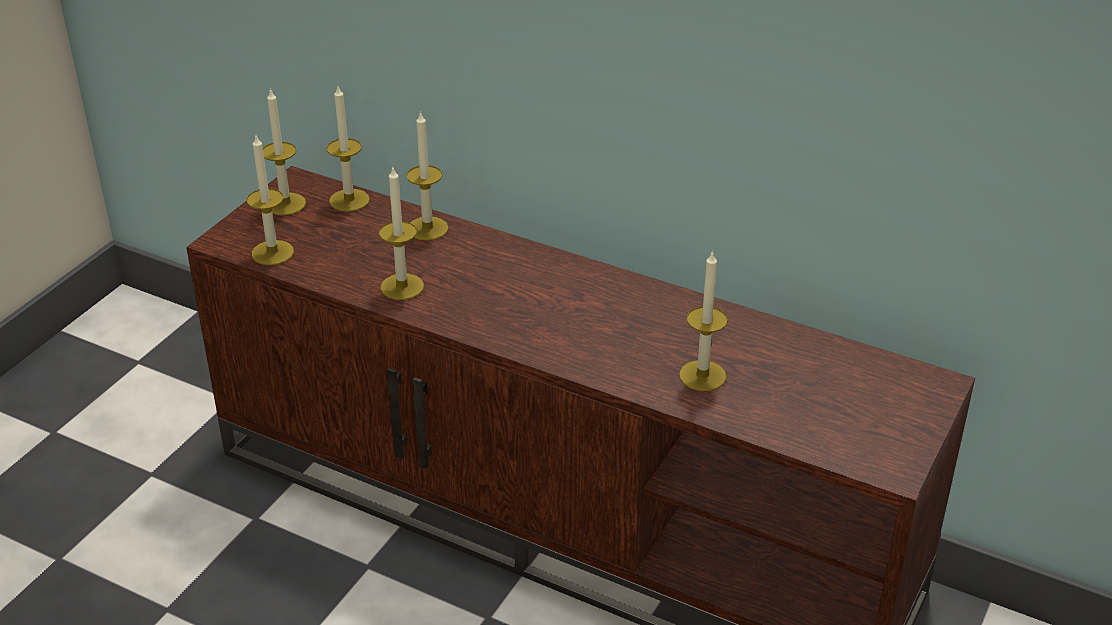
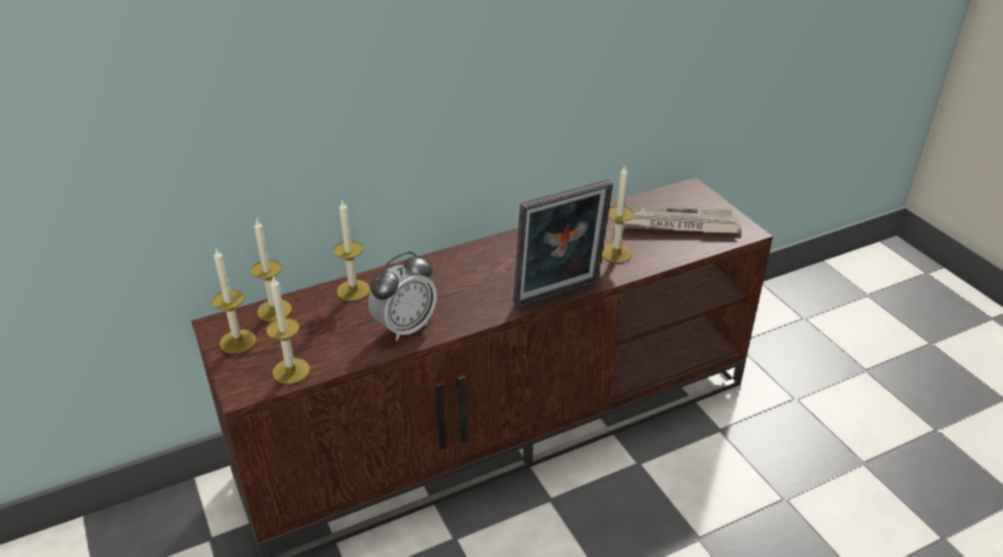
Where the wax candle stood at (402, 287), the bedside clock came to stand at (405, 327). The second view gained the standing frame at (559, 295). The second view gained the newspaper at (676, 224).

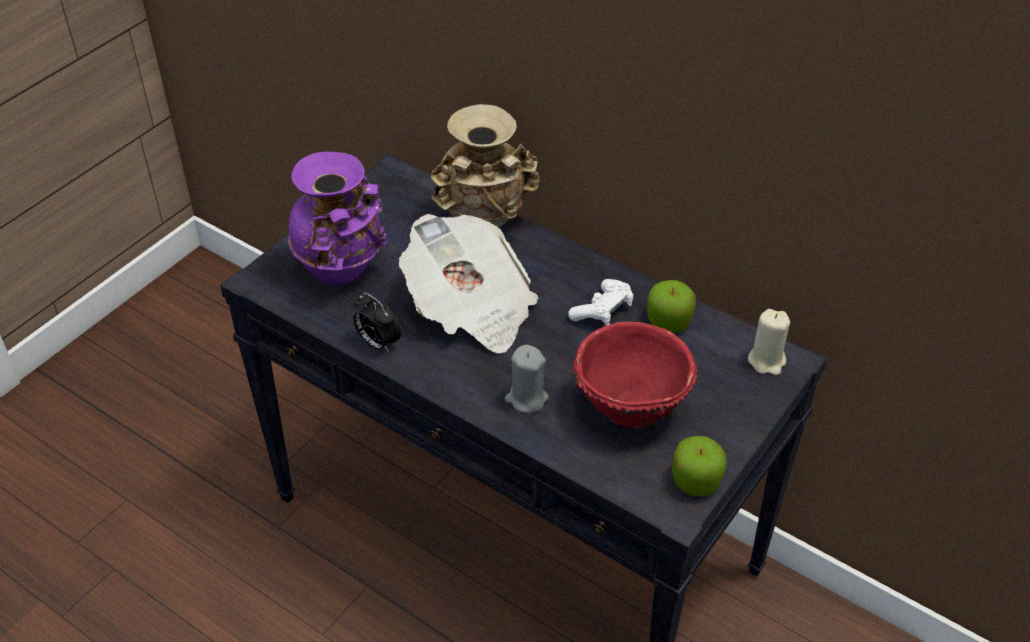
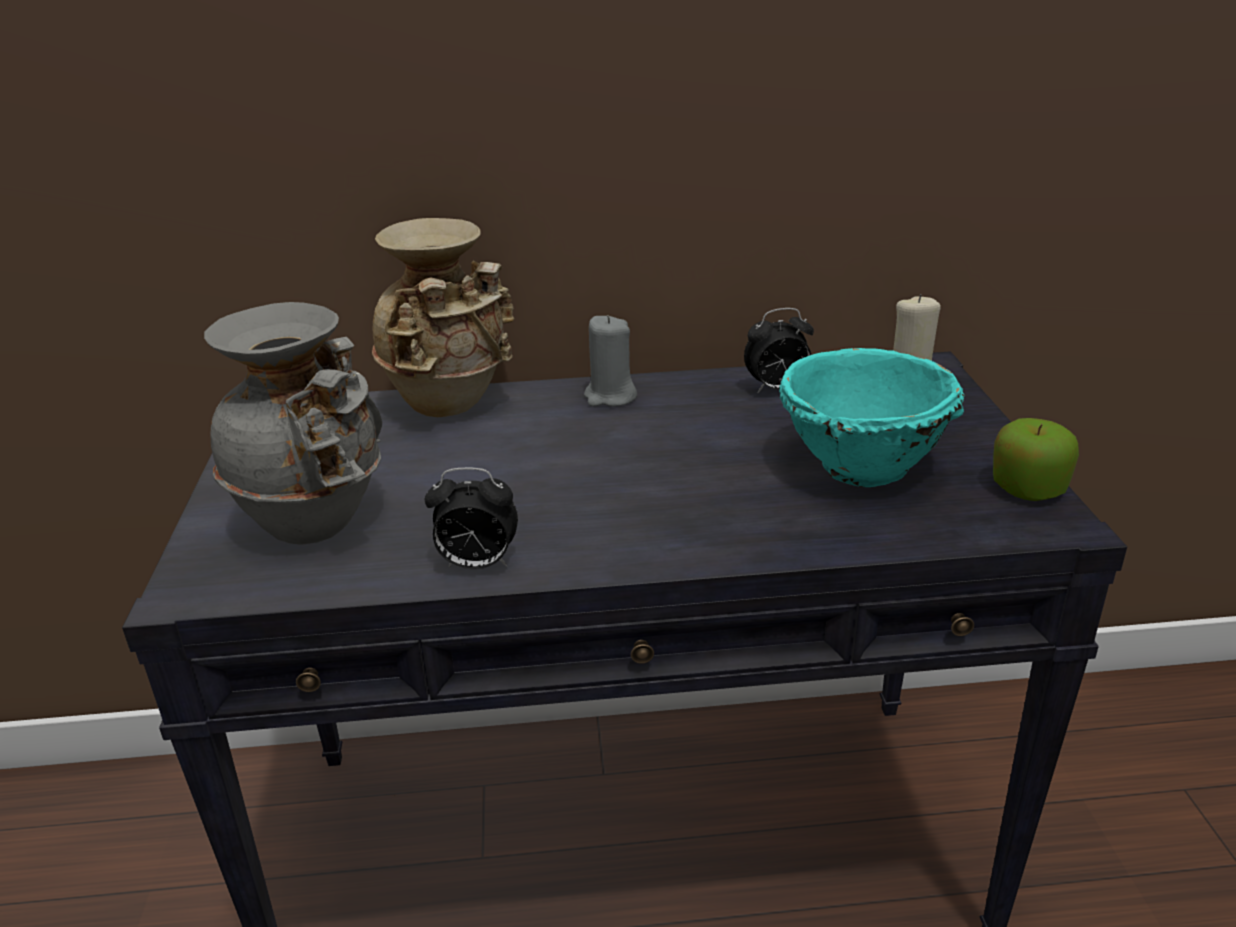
What was the decorative vase (purplish) at (343, 270) turned into the decorative vase (grey) at (319, 520). The wax candle (grey) ended up elsewhere, having gone from (526, 398) to (610, 397). Where the whole apple stood at (669, 321), the bedside clock came to stand at (777, 389). What was the bowl (red-coloured) at (630, 406) turned into the bowl (blue-green) at (860, 467). The second view lost the newspaper at (471, 308). The second view lost the gamepad (white) at (602, 311).

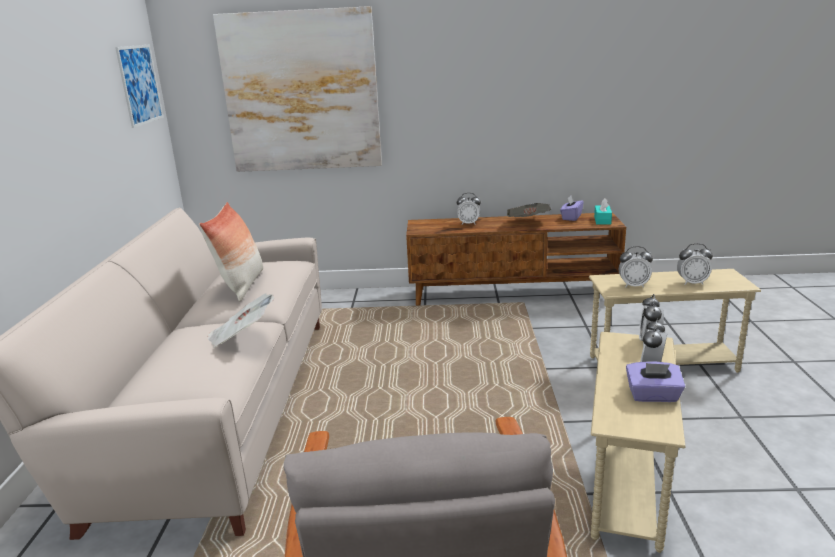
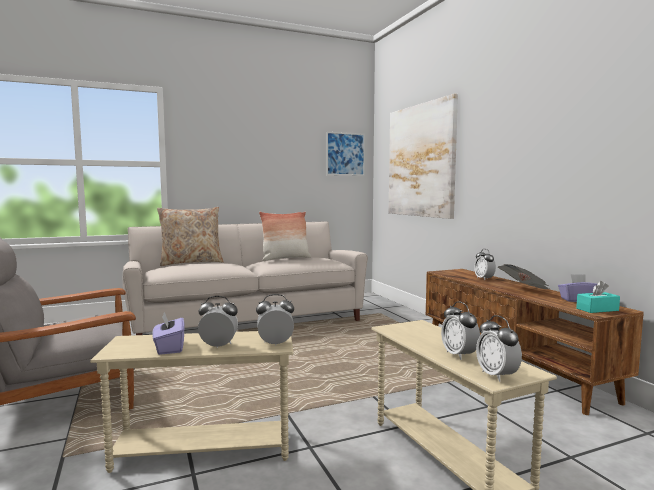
The second view gained the throw pillow (sand-coloured) at (191, 262). The bedside clock ended up elsewhere, having gone from (633, 285) to (497, 376). The second view lost the newspaper at (241, 337).

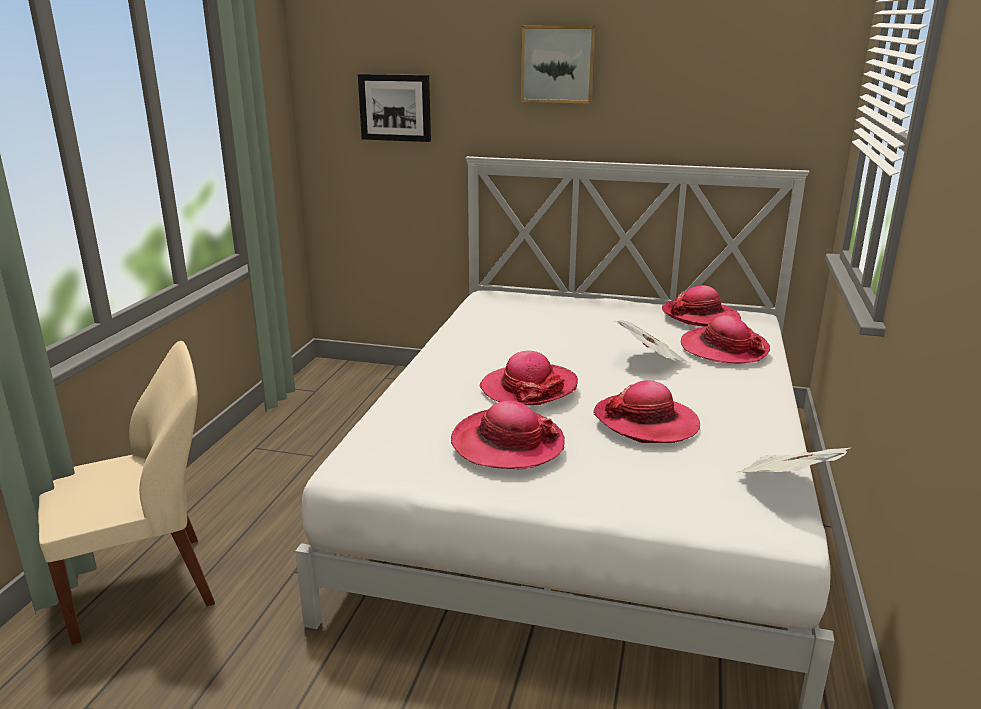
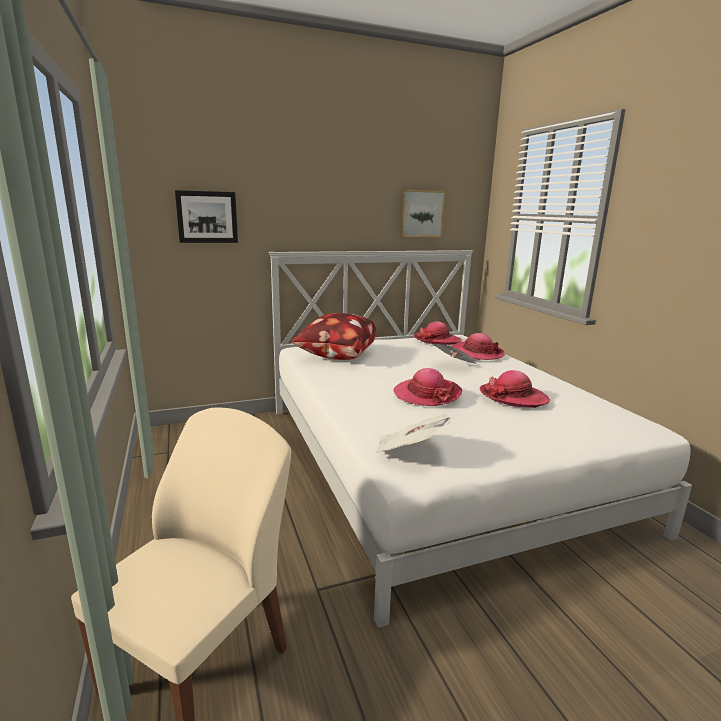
The second view gained the throw pillow at (336, 356). The newspaper ended up elsewhere, having gone from (787, 484) to (409, 451). The wall picture ended up elsewhere, having gone from (558, 64) to (421, 213). The second view lost the wearable hat at (507, 443).

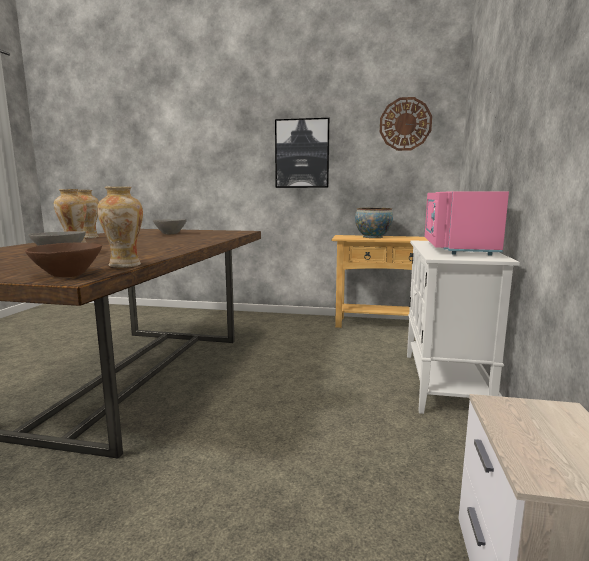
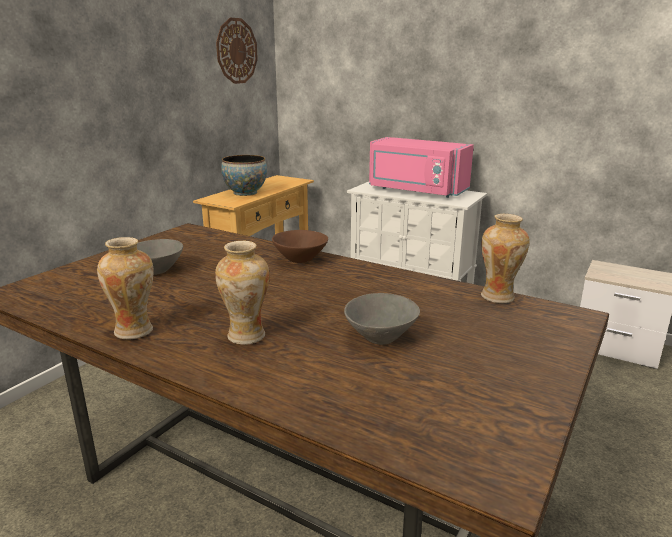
The bowl (brown) ended up elsewhere, having gone from (67, 275) to (300, 259). The second view lost the wall picture at (302, 154).

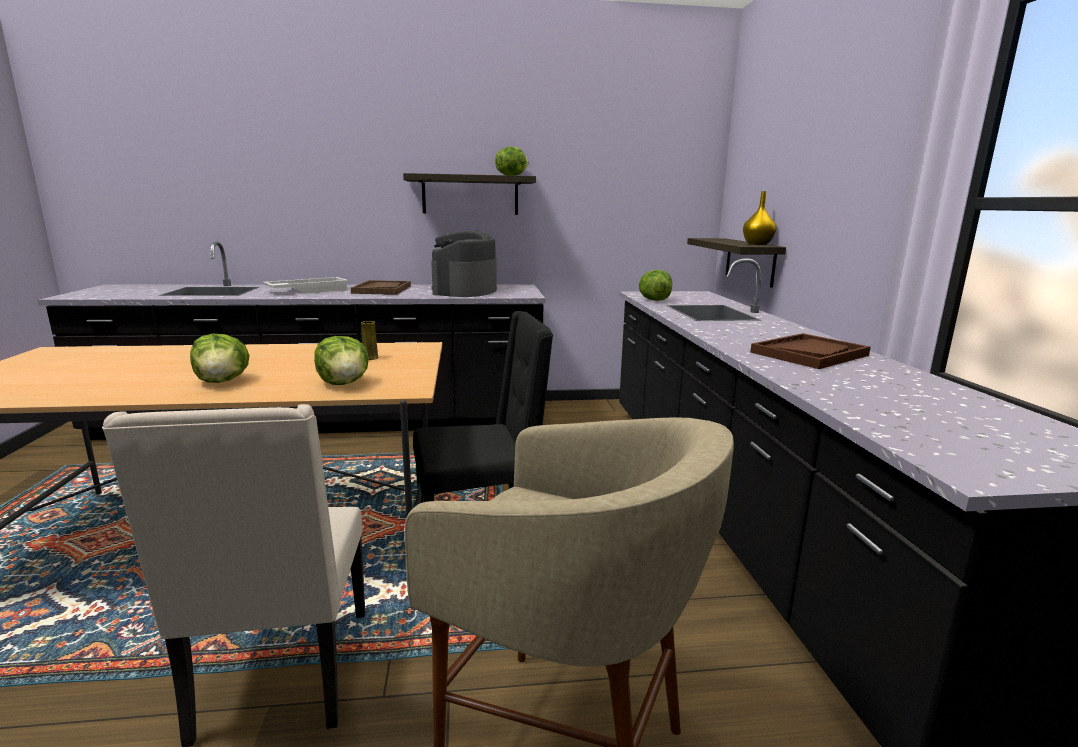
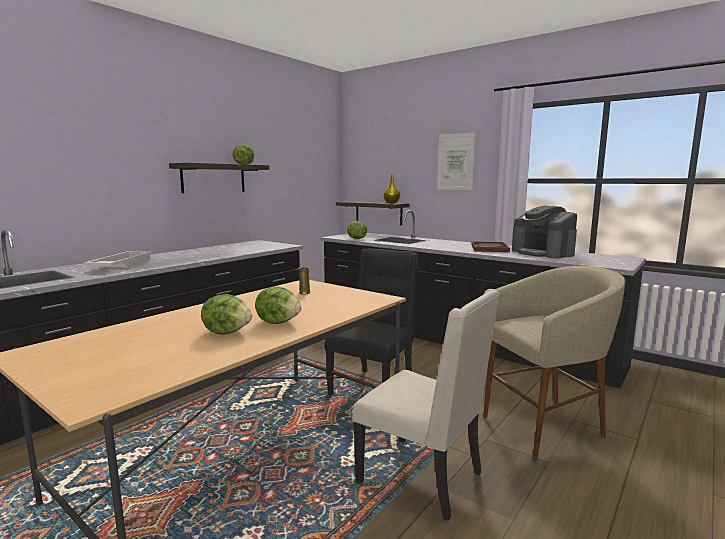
The head of lettuce ended up elsewhere, having gone from (344, 383) to (227, 332). The second view gained the wall picture at (455, 162). The coffee maker ended up elsewhere, having gone from (465, 291) to (542, 253). The second view lost the serving tray (brown) at (382, 289).

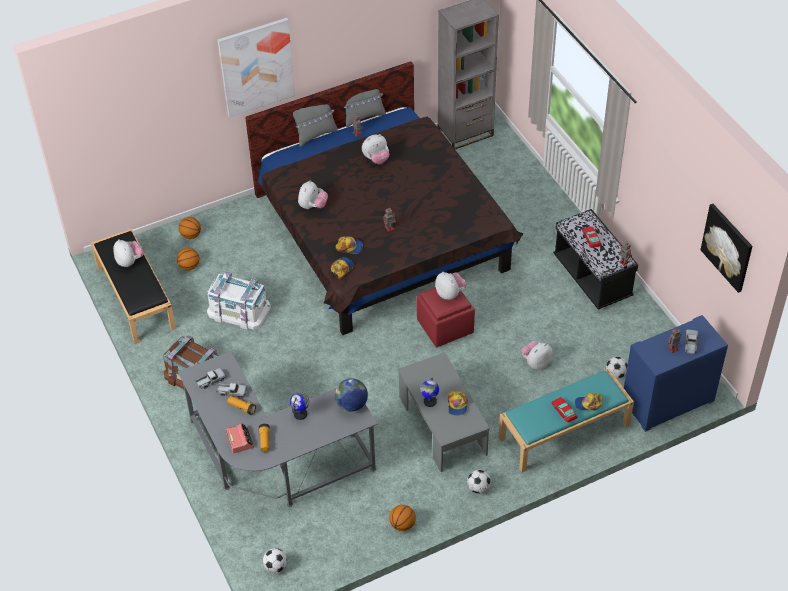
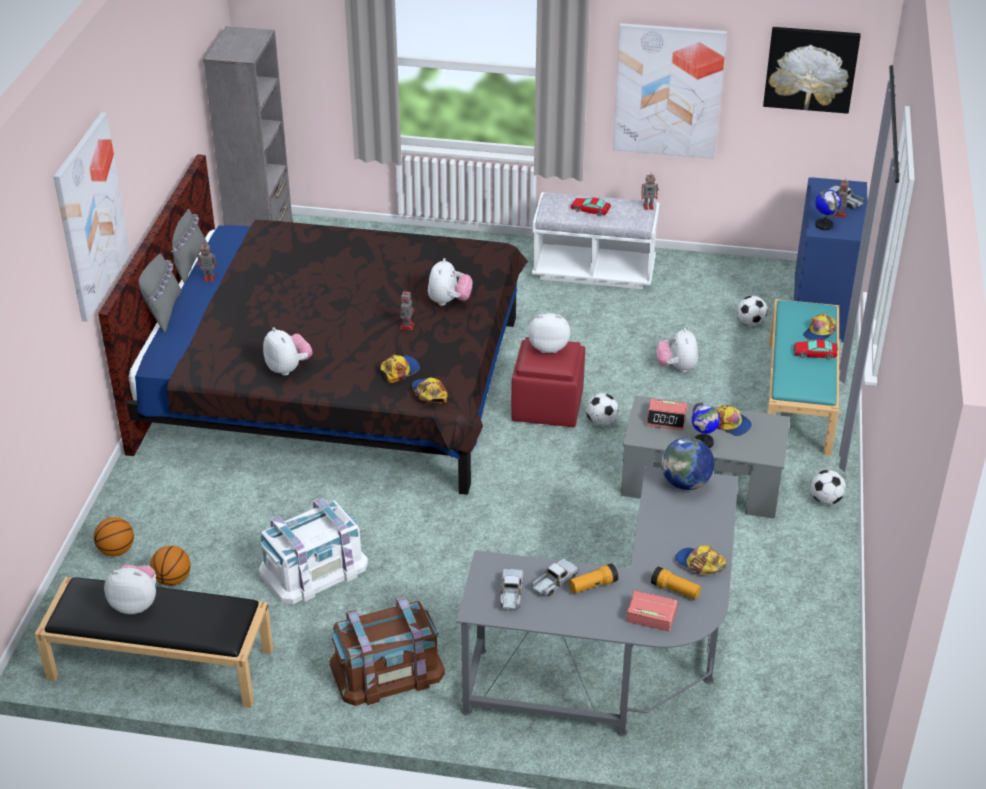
The plush toy ended up elsewhere, having gone from (376, 159) to (449, 301). What was the bench (blackish) at (592, 277) turned into the bench (white) at (594, 271). The football ended up elsewhere, having gone from (275, 566) to (601, 421). The second view gained the wall picture at (668, 90). The second view gained the bedside clock at (666, 419). The second view gained the peaked cap at (699, 564). The desk globe ended up elsewhere, having gone from (300, 414) to (824, 225). The second view lost the basketball ball at (402, 525).

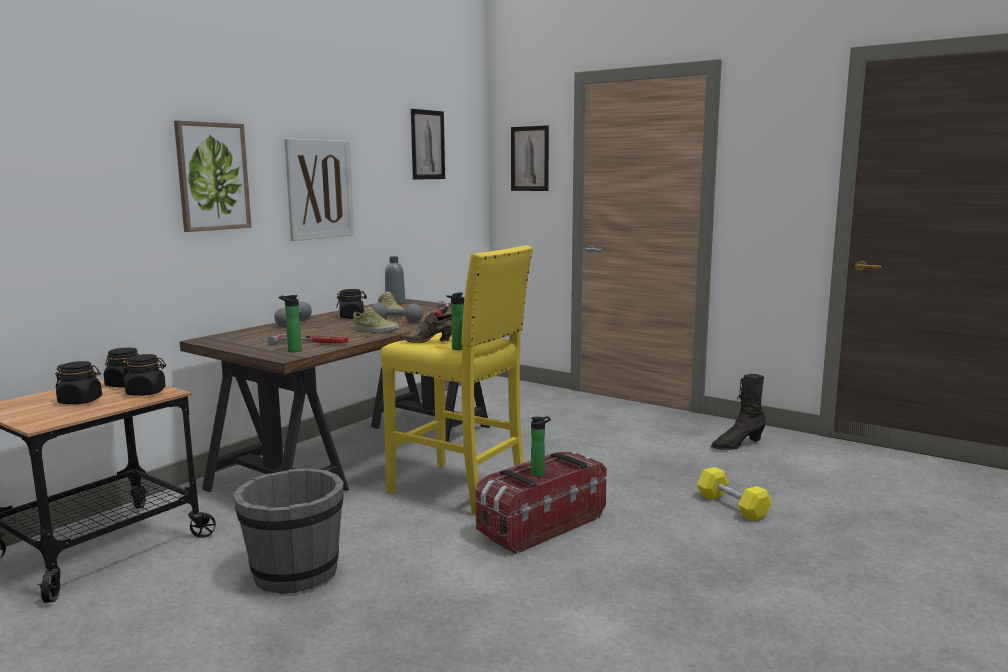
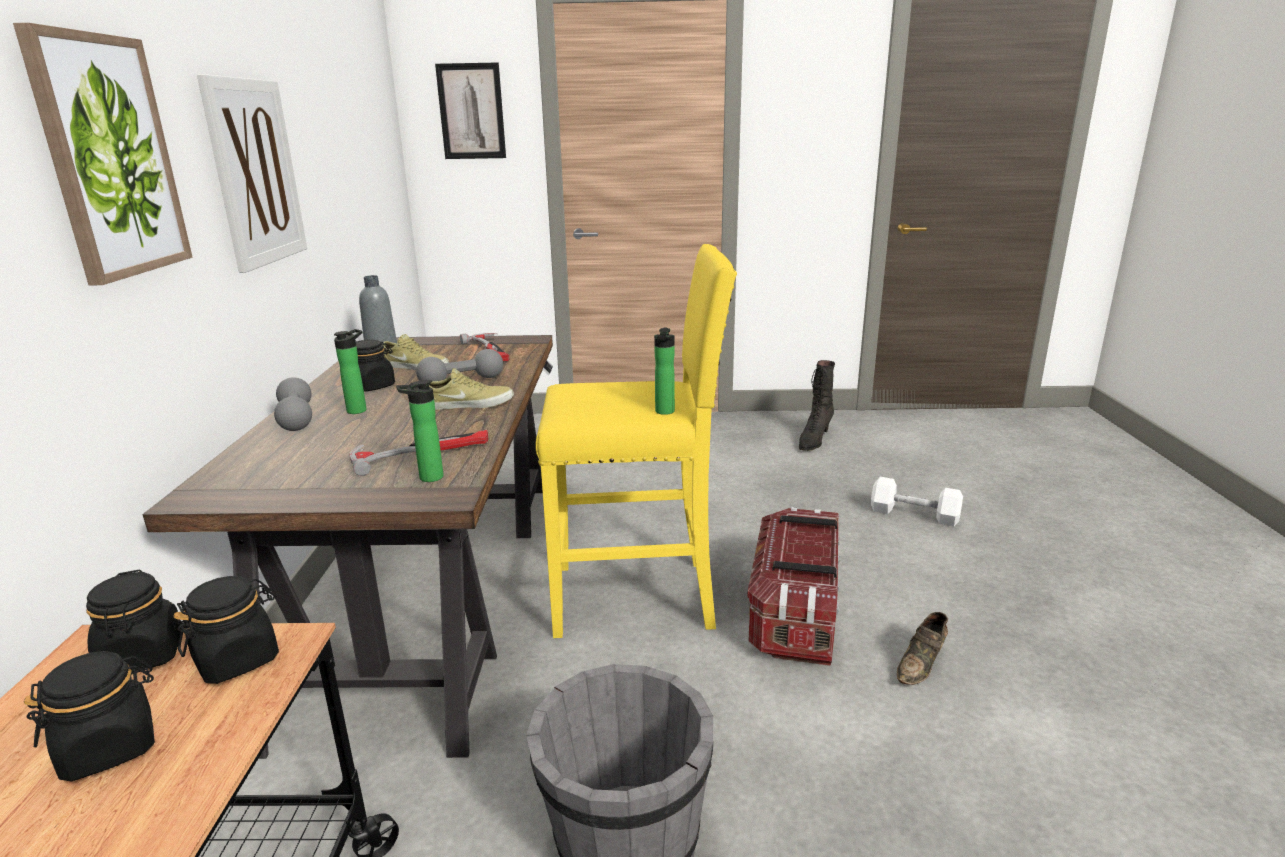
The bottle ended up elsewhere, having gone from (540, 473) to (359, 410). What was the dumbbell (yellowish) at (732, 506) turned into the dumbbell (white) at (914, 514). The shoe (brown) ended up elsewhere, having gone from (433, 341) to (921, 664). The second view lost the wall picture at (427, 145).

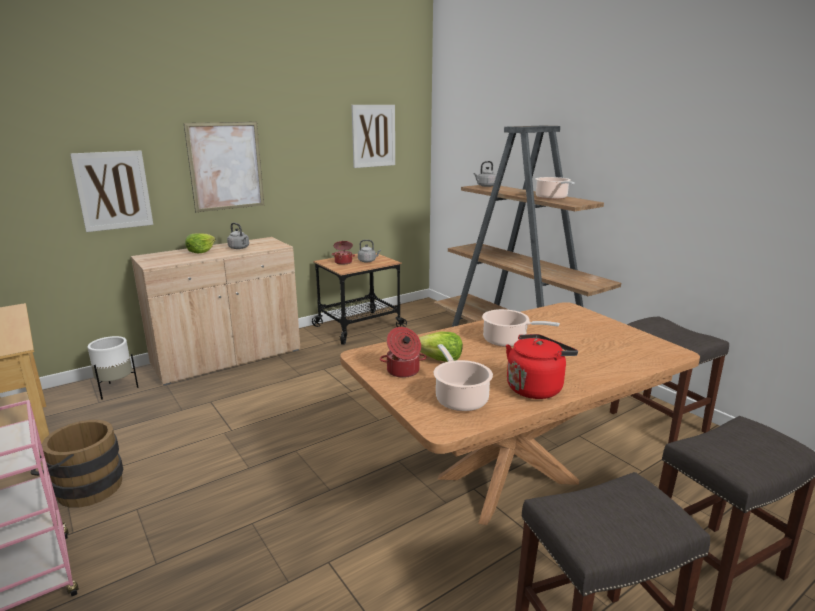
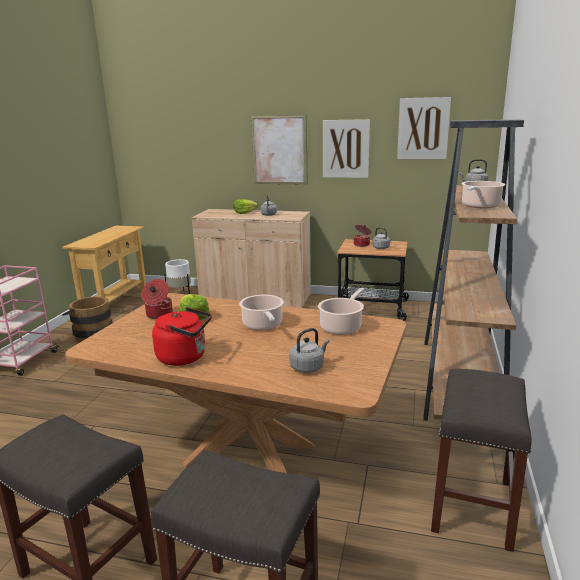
The second view gained the kettle (grey) at (308, 367). The cooking pot ended up elsewhere, having gone from (460, 398) to (342, 327). The wall picture ended up elsewhere, having gone from (113, 190) to (345, 149).

